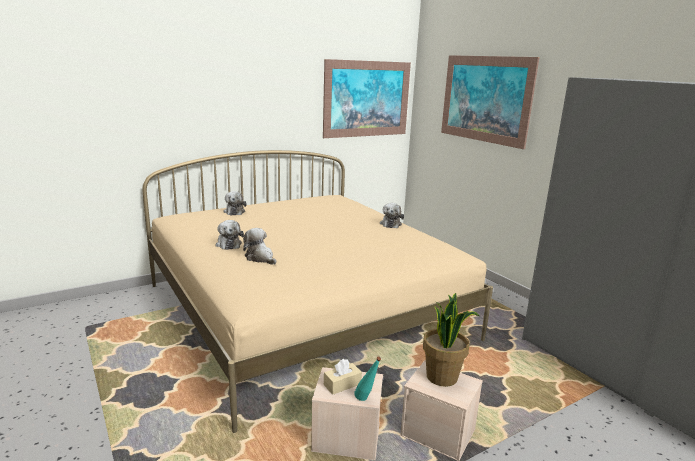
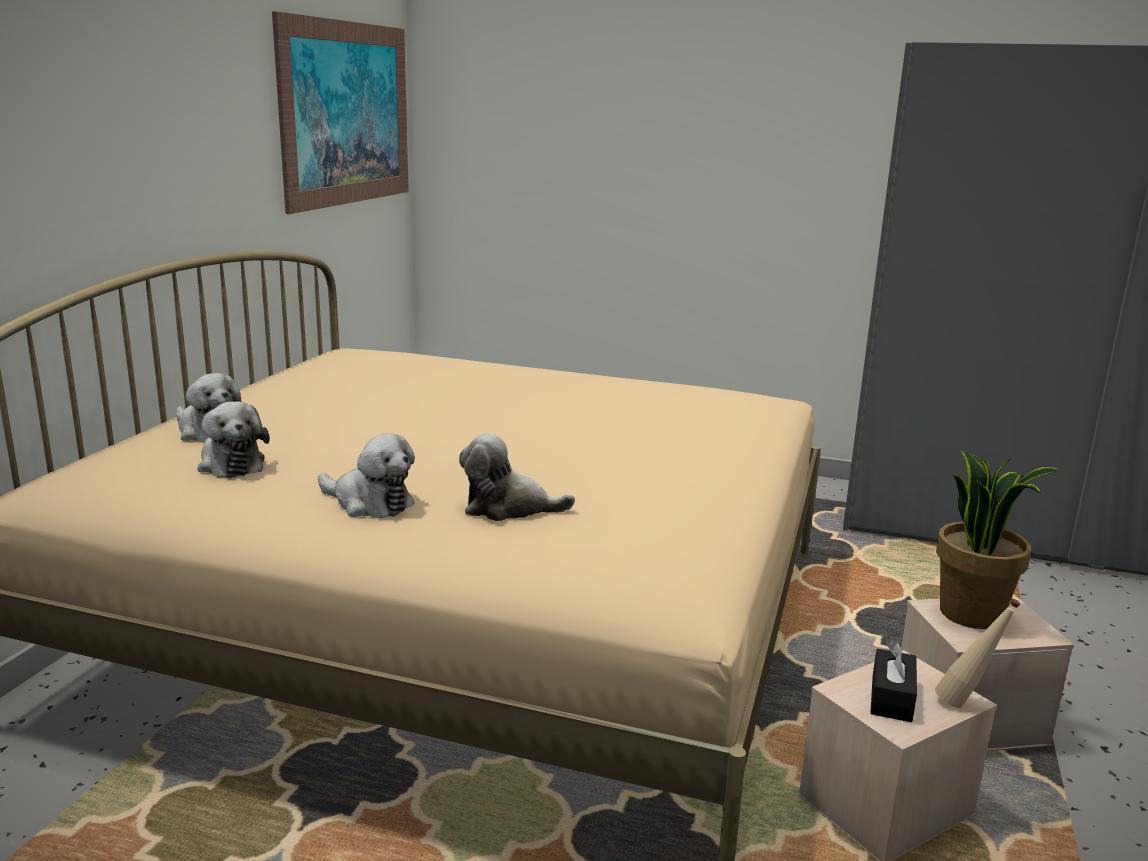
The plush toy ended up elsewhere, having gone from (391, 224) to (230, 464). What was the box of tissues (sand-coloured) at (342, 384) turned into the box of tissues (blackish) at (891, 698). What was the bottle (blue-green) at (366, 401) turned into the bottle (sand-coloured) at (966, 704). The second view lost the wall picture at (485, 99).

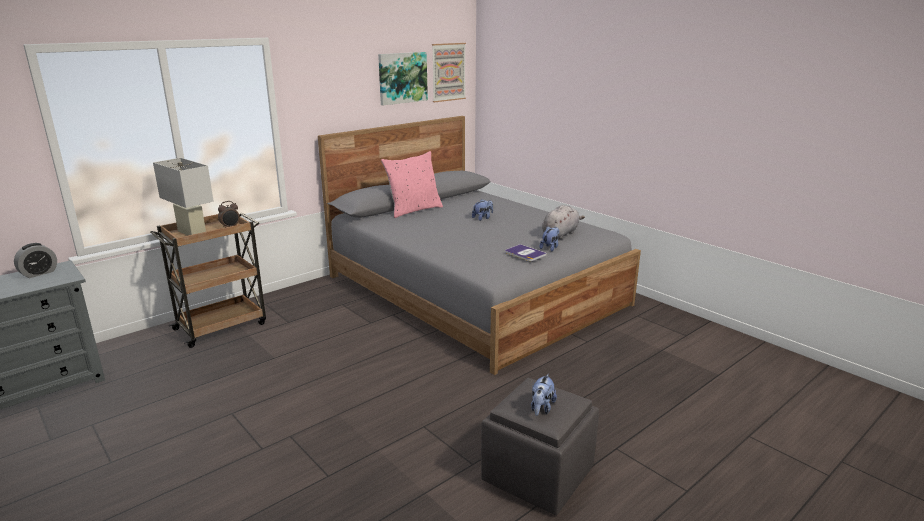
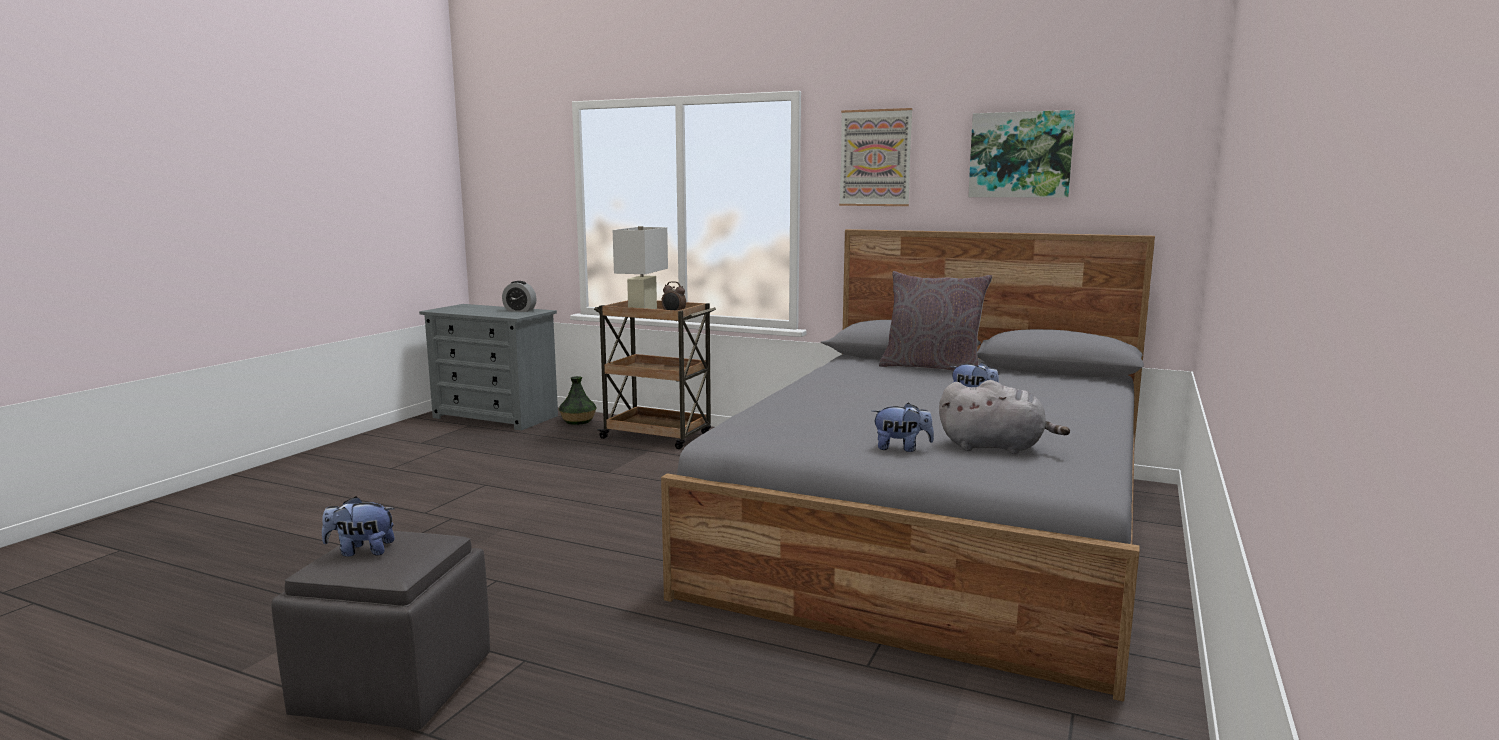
The second view gained the decorative vase at (578, 421). The wall picture ended up elsewhere, having gone from (448, 72) to (875, 158). What was the throw pillow (pink-coloured) at (413, 210) turned into the throw pillow (grey) at (932, 368). The second view lost the book at (525, 253).

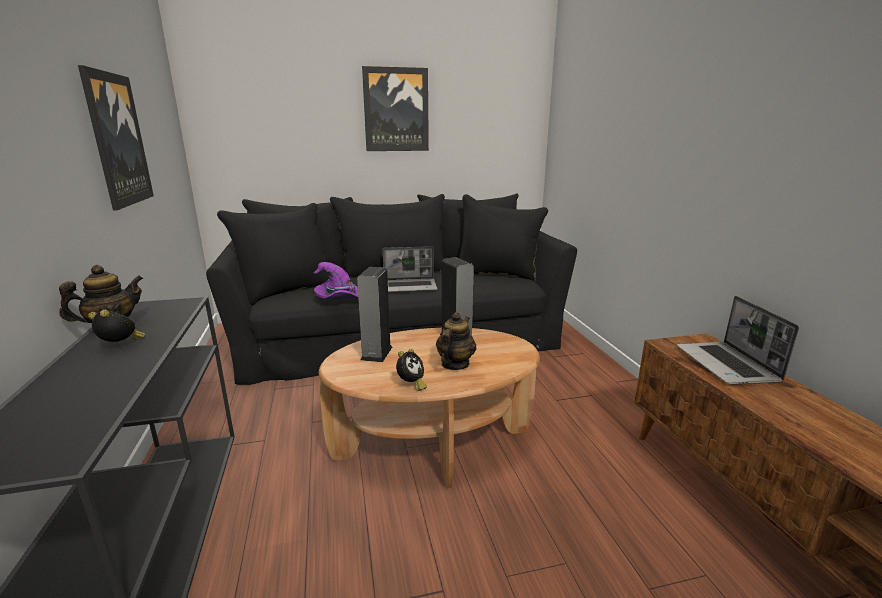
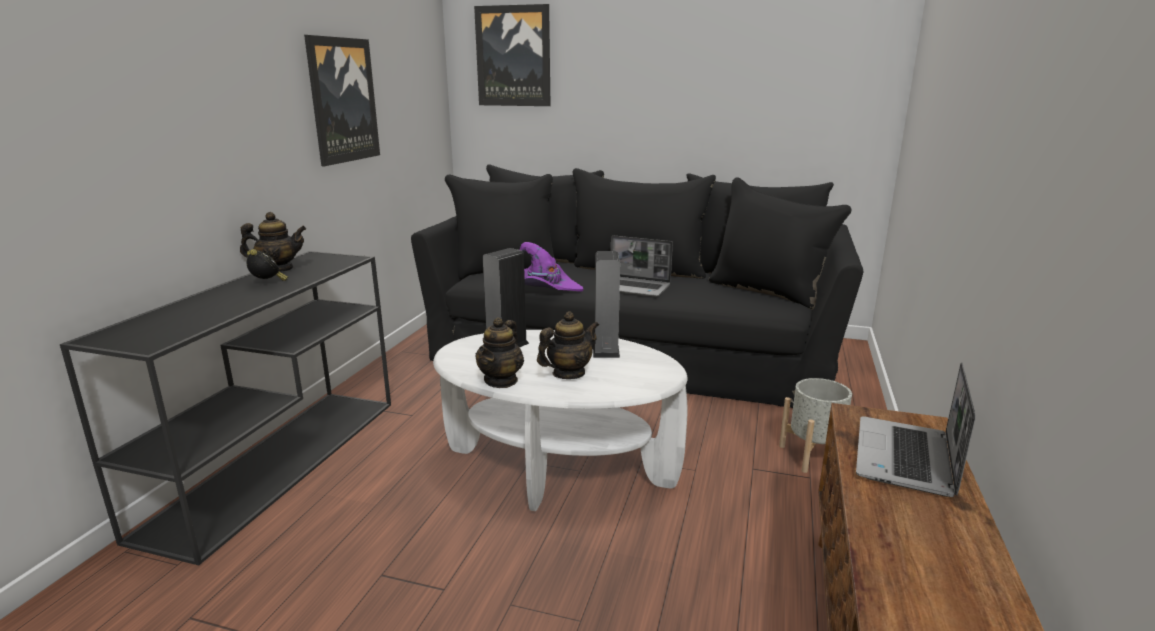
What was the low table (brown) at (433, 444) turned into the low table (white) at (558, 468). The wall picture ended up elsewhere, having gone from (396, 110) to (513, 56). Where the bedside clock stood at (411, 385), the tea pot came to stand at (501, 380). The second view gained the flower pot (grey) at (814, 455).

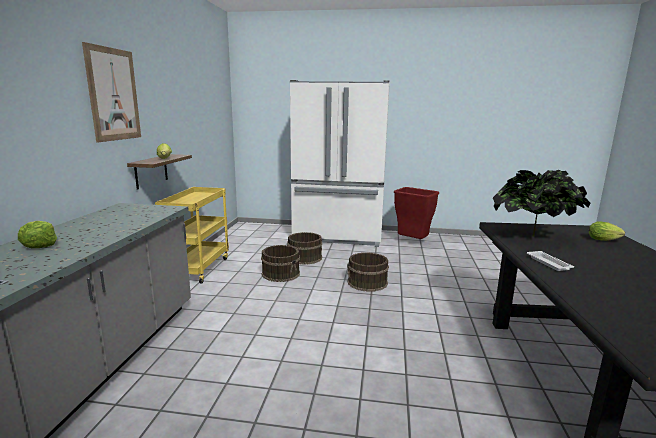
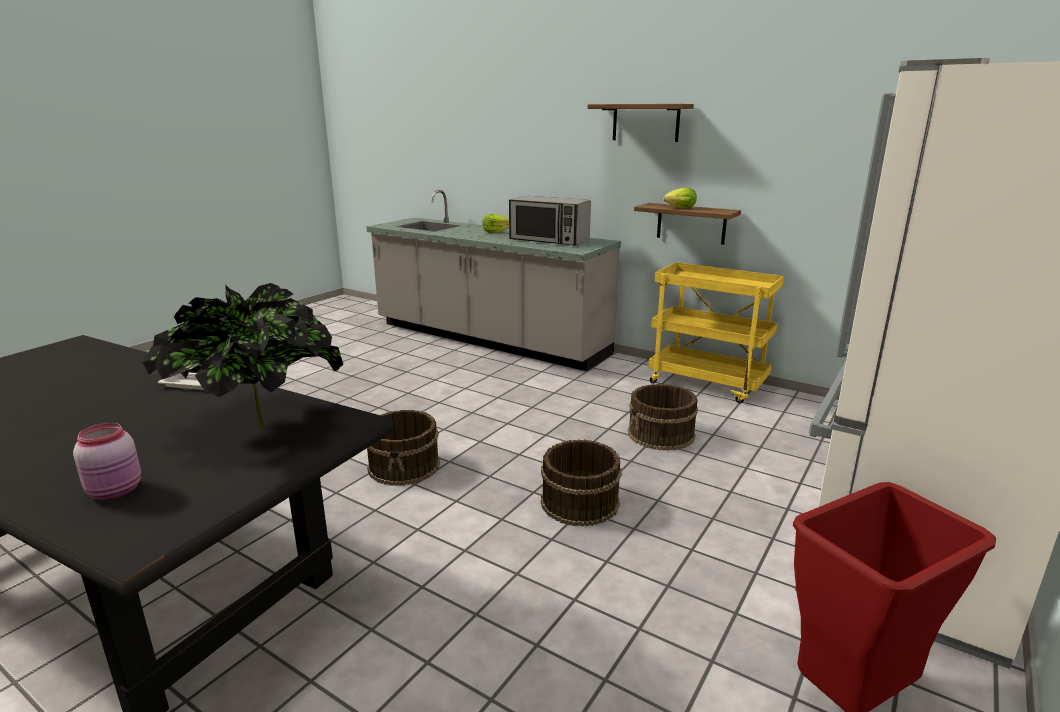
Where the head of lettuce stood at (605, 240), the jar (pink-coloured) came to stand at (117, 491). The water bucket (brown) ended up elsewhere, having gone from (304, 257) to (405, 466). The second view gained the microwave oven at (549, 240). Where the wall picture hung at (113, 94), the bracket shelf came to hang at (645, 122).

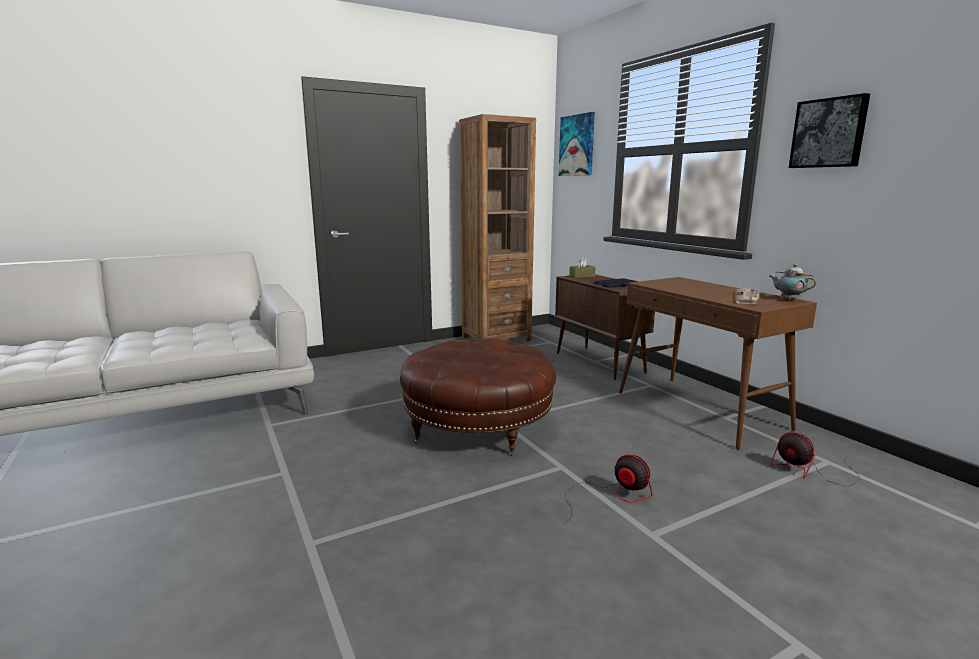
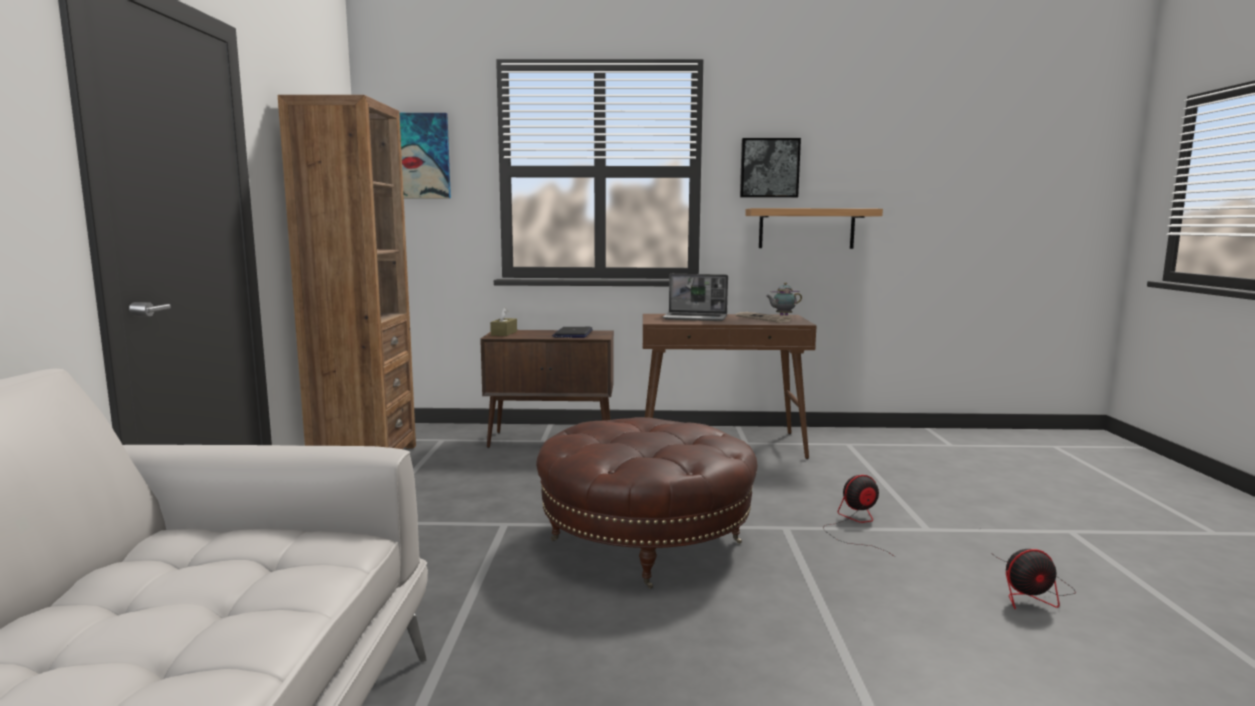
The second view gained the notebook computer at (696, 318). The second view gained the bracket shelf at (806, 228). The fan ended up elsewhere, having gone from (810, 471) to (1031, 593).

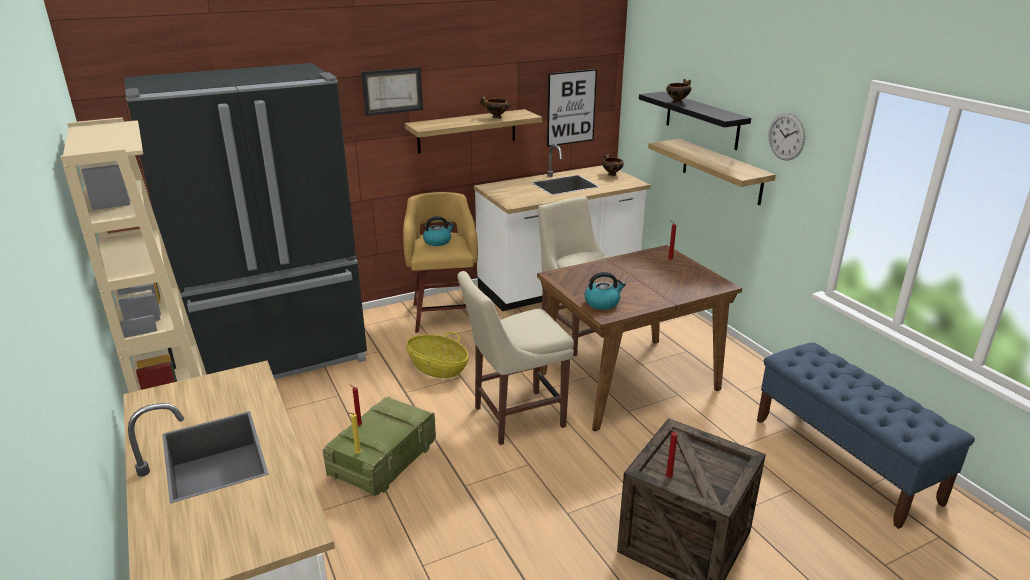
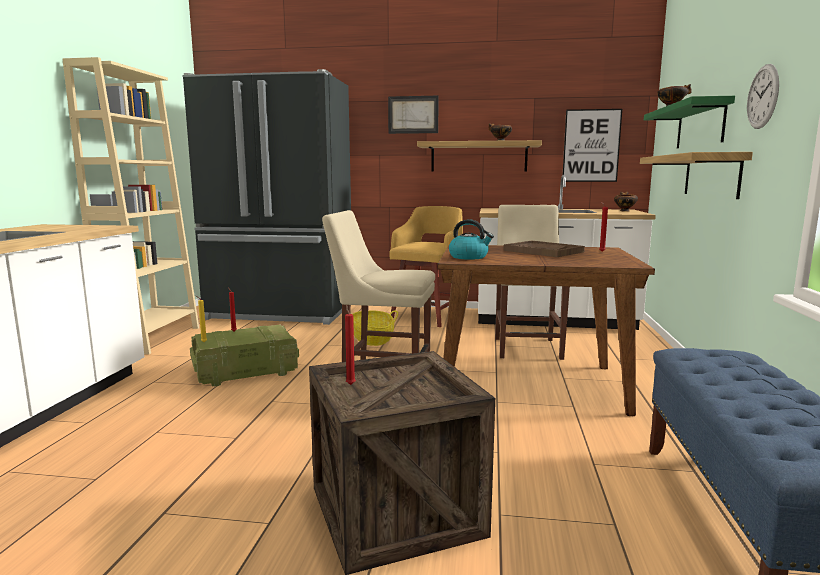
The second view gained the serving tray (brown) at (543, 251). What was the bracket shelf (blackish) at (702, 120) turned into the bracket shelf (green-coloured) at (700, 126). The second view lost the kettle at (438, 241).

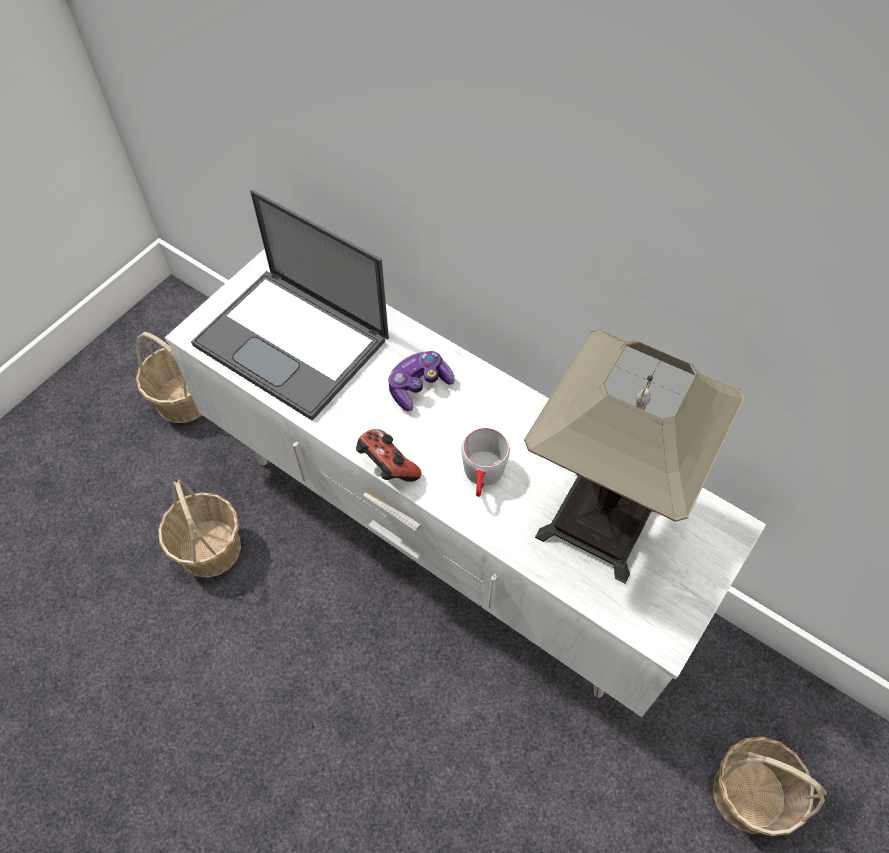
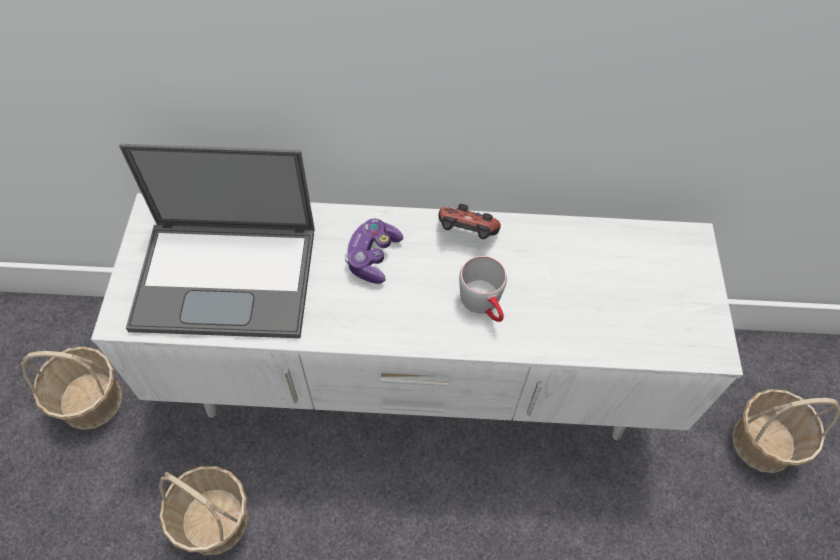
The gamepad ended up elsewhere, having gone from (387, 467) to (466, 234). The second view lost the table lamp at (599, 520).

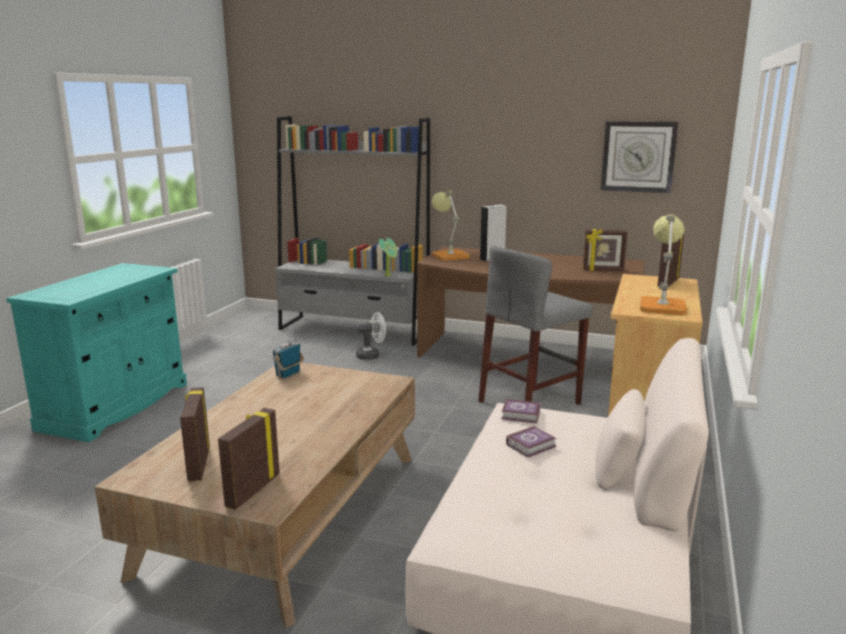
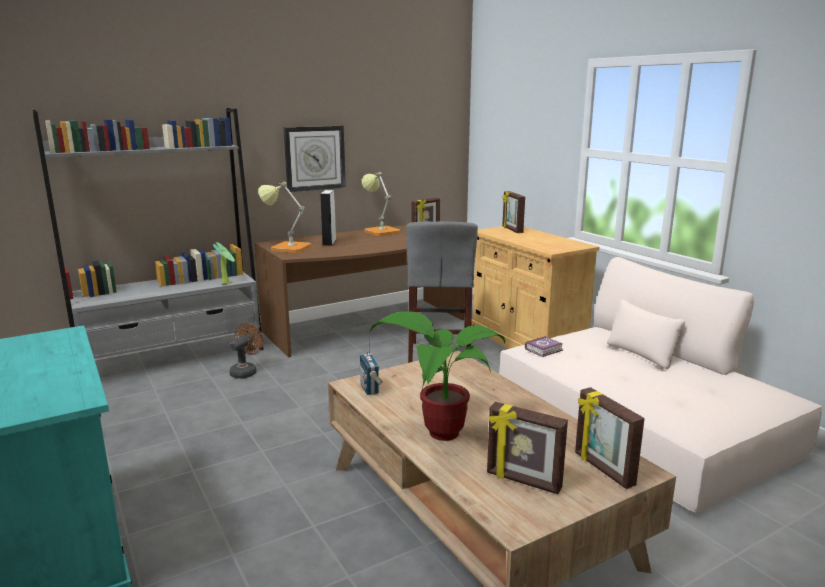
What was the fan (white) at (372, 355) turned into the fan (brown) at (246, 371). The wall clock ended up elsewhere, having gone from (638, 156) to (314, 158). The table lamp ended up elsewhere, having gone from (661, 305) to (379, 231). The second view gained the houseplant at (437, 432). The second view lost the book at (532, 445).

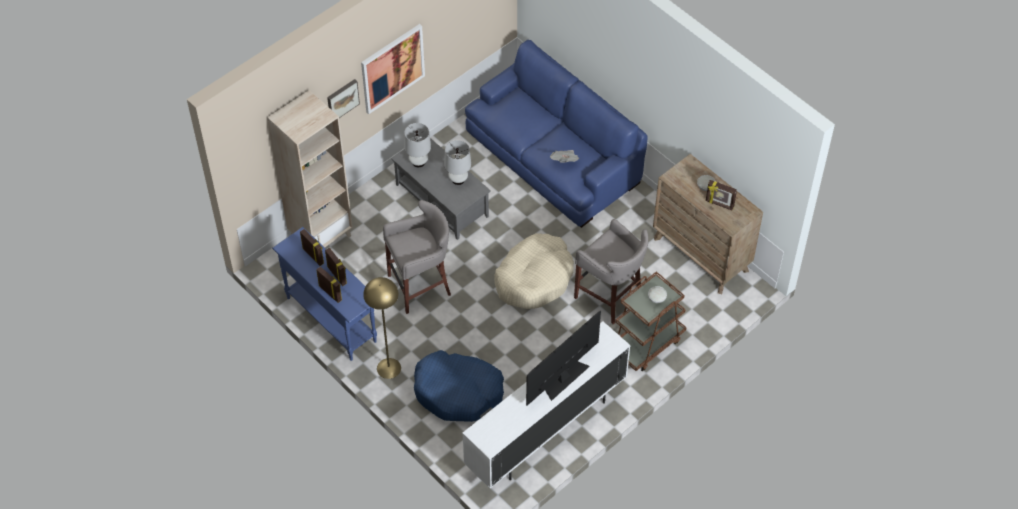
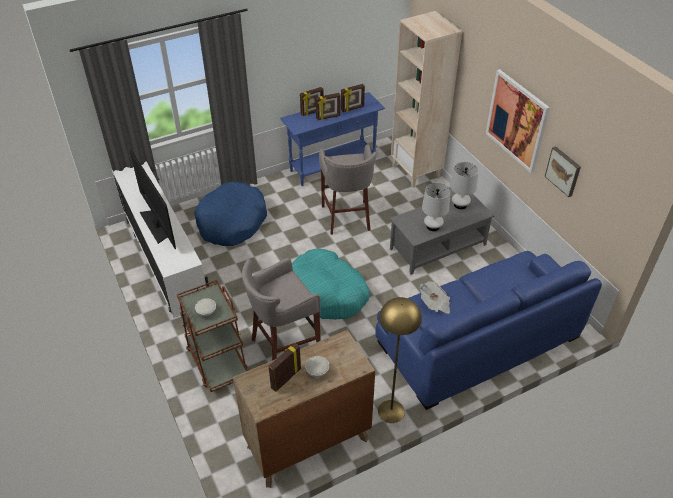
What was the pet bed (sand-coloured) at (534, 278) turned into the pet bed (blue-green) at (328, 292). The standard lamp (yellowish) ended up elsewhere, having gone from (389, 368) to (391, 411). The wall picture ended up elsewhere, having gone from (342, 99) to (563, 171).

